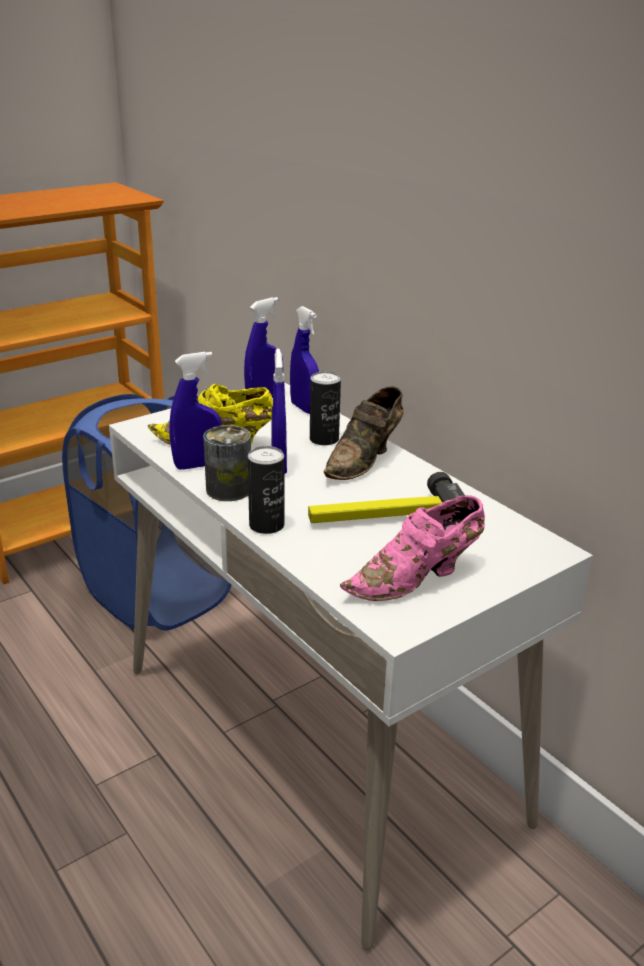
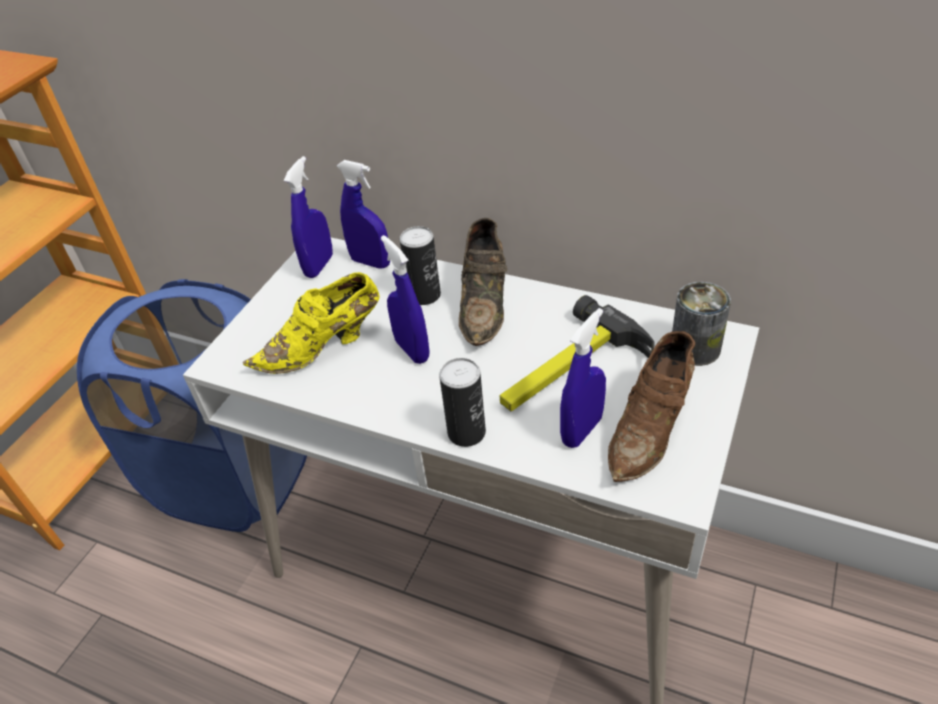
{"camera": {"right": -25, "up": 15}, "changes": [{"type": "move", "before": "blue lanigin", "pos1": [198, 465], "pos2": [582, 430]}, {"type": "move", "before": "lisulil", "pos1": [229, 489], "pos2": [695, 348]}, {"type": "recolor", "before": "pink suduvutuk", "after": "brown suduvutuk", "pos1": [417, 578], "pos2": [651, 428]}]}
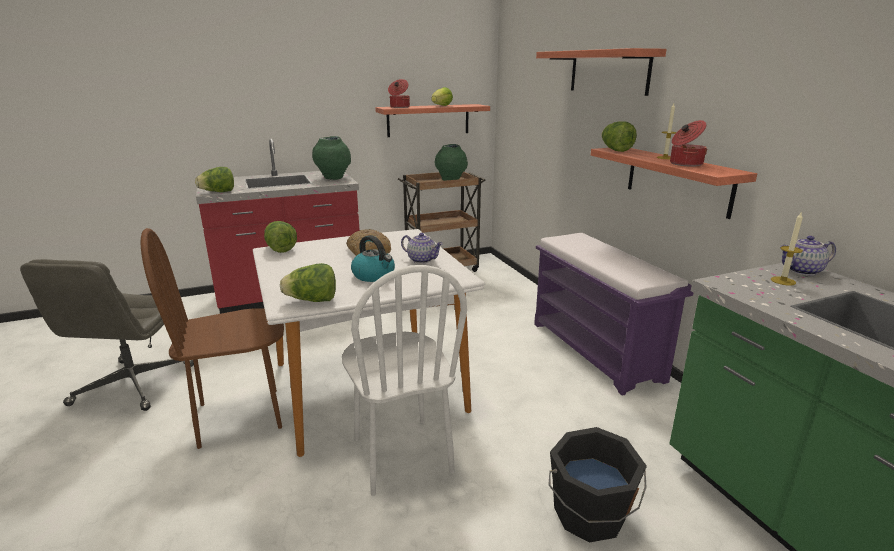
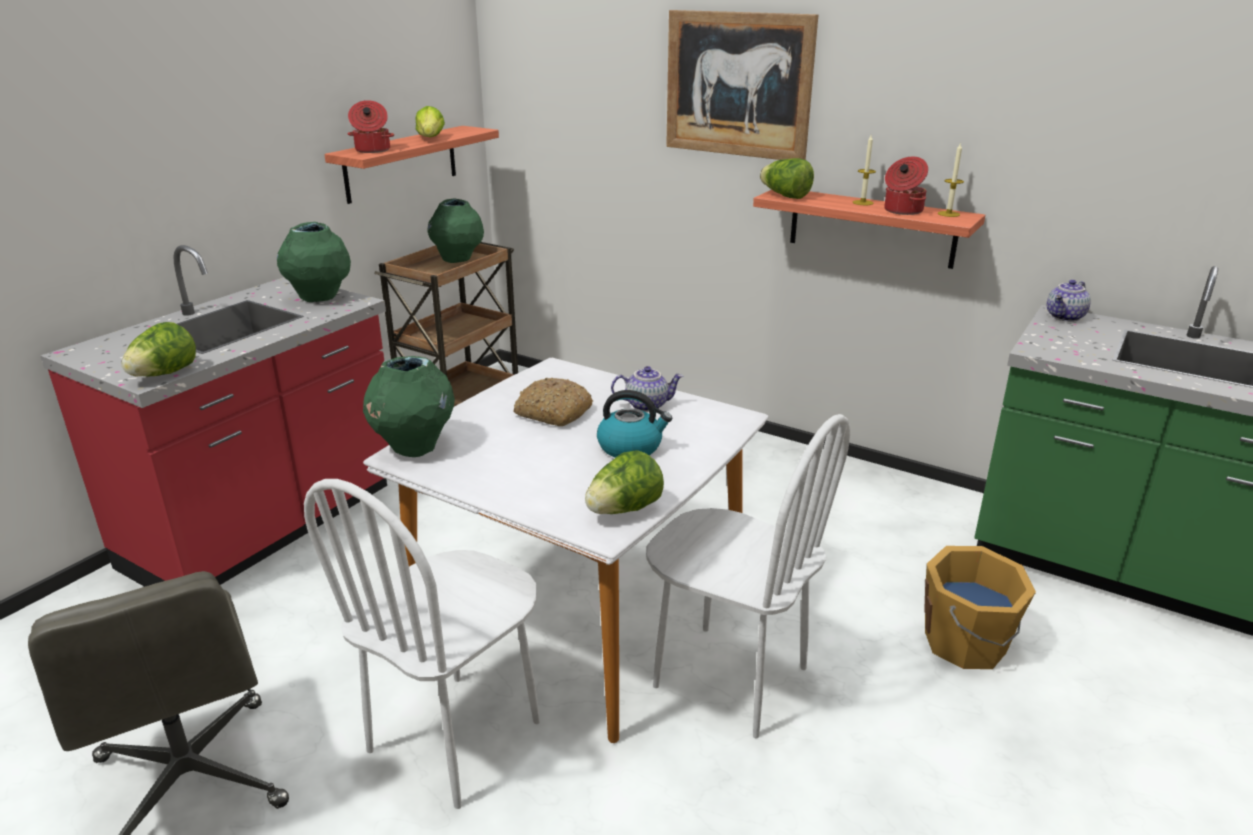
{"camera": {"right": -35, "up": 5}, "changes": [{"type": "recolor", "before": "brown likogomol", "after": "white likogomol", "pos1": [239, 416], "pos2": [456, 737]}, {"type": "replace", "before": "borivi", "after": "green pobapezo", "pos1": [280, 249], "pos2": [414, 448]}, {"type": "delete", "before": "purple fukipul", "pos1": [596, 351]}, {"type": "replace", "before": "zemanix", "after": "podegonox", "pos1": [608, 72], "pos2": [738, 85]}, {"type": "recolor", "before": "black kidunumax", "after": "orange kidunumax", "pos1": [590, 515], "pos2": [967, 644]}, {"type": "move", "before": "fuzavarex", "pos1": [783, 281], "pos2": [948, 214]}]}
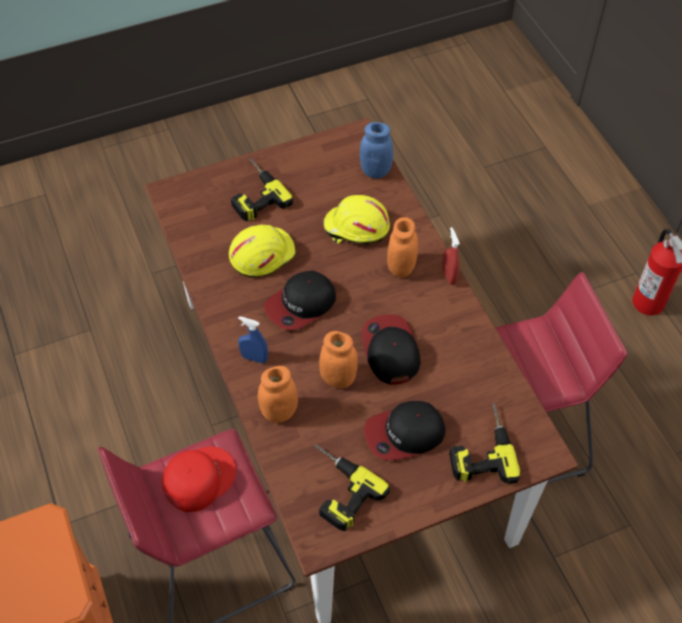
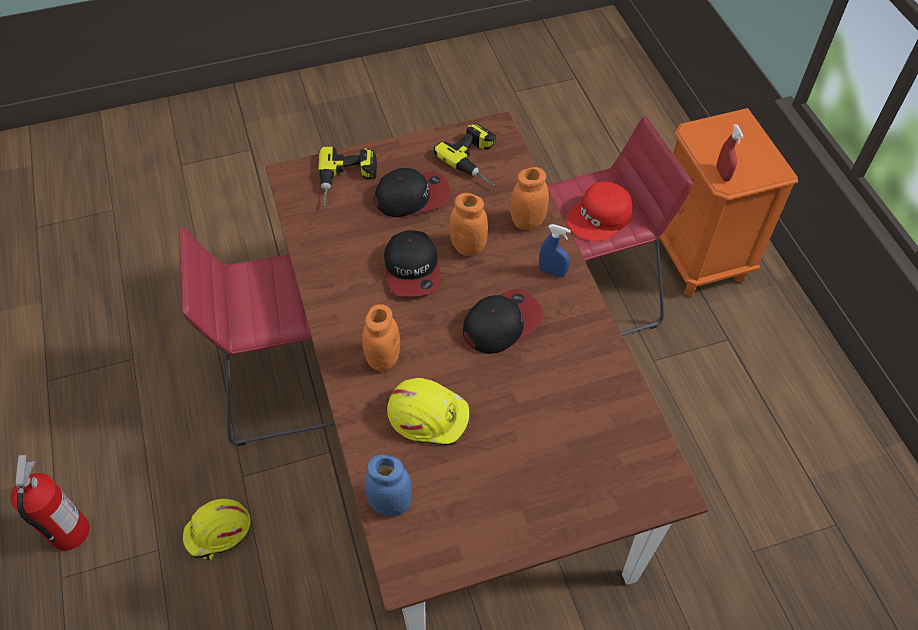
{"camera": {"right": -175, "up": 0}, "changes": [{"type": "move", "before": "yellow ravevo", "pos1": [262, 254], "pos2": [218, 532]}, {"type": "delete", "before": "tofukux", "pos1": [253, 193]}, {"type": "move", "before": "red lanigin", "pos1": [449, 276], "pos2": [723, 174]}]}
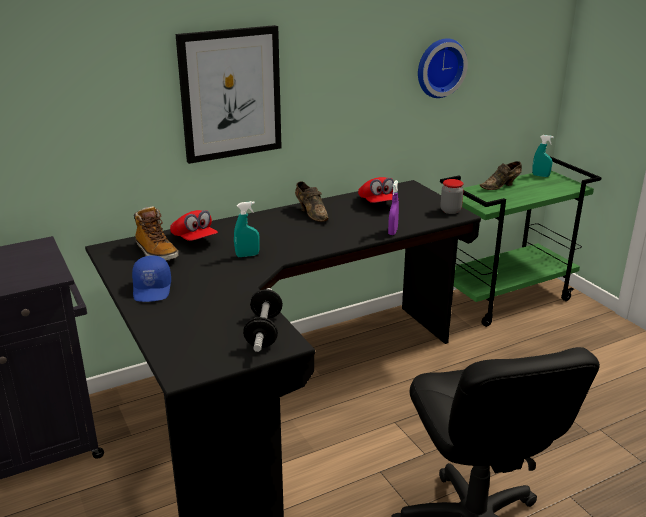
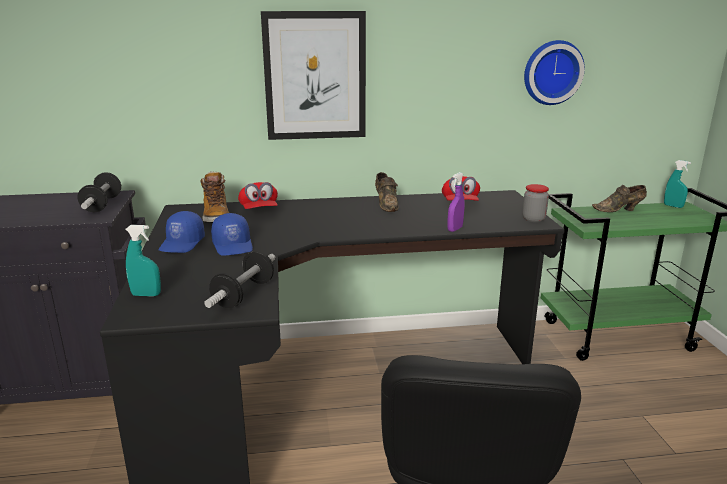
{"camera": {"right": 20, "up": -5}, "changes": [{"type": "move", "before": "turquoise lanigin", "pos1": [247, 255], "pos2": [146, 295]}, {"type": "insert", "after": "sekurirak", "pos2": [102, 204]}, {"type": "insert", "after": "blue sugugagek", "pos2": [233, 246]}]}
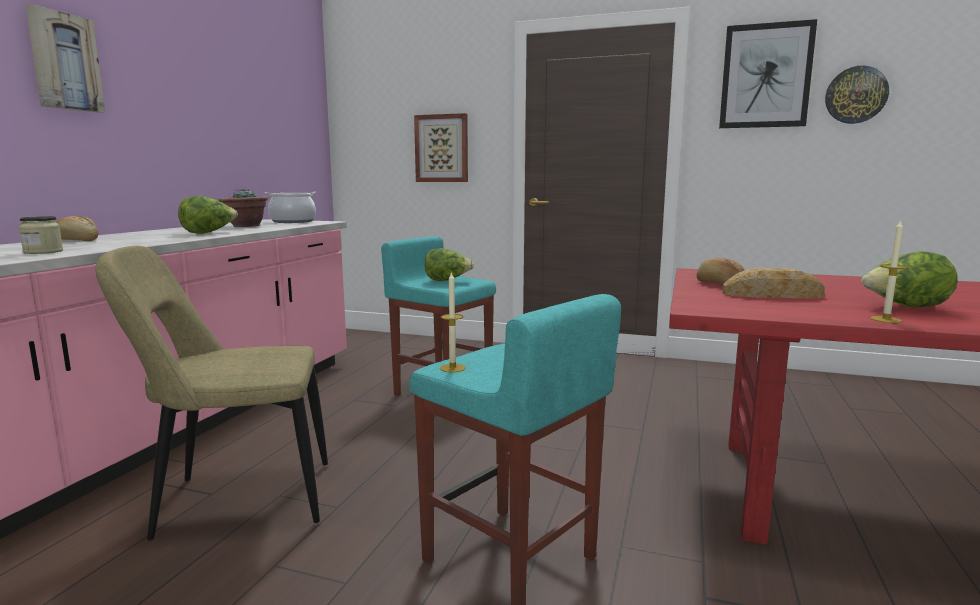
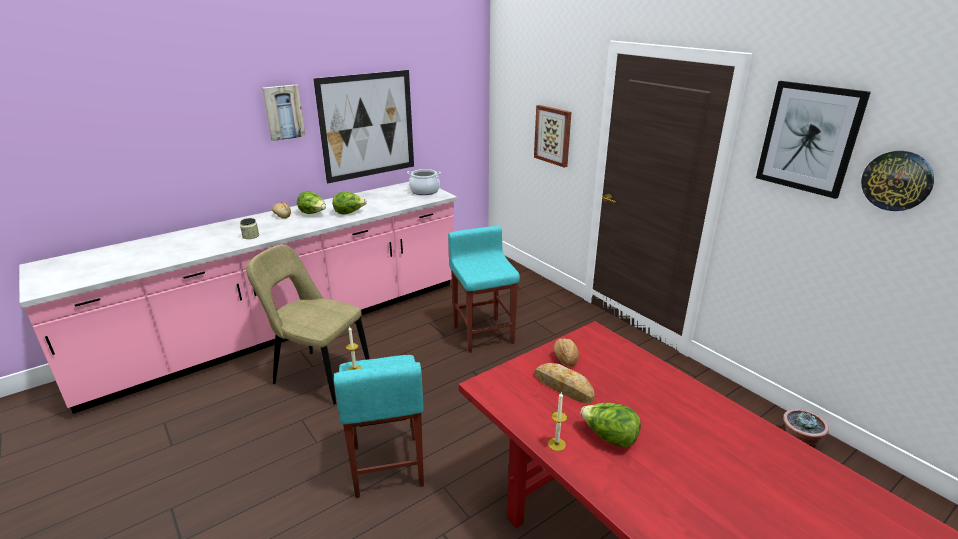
{"camera": {"right": 35, "up": 15}, "changes": [{"type": "move", "before": "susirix", "pos1": [245, 226], "pos2": [799, 441]}, {"type": "move", "before": "borivi", "pos1": [447, 281], "pos2": [313, 213]}, {"type": "insert", "after": "podegonox", "pos2": [367, 126]}]}
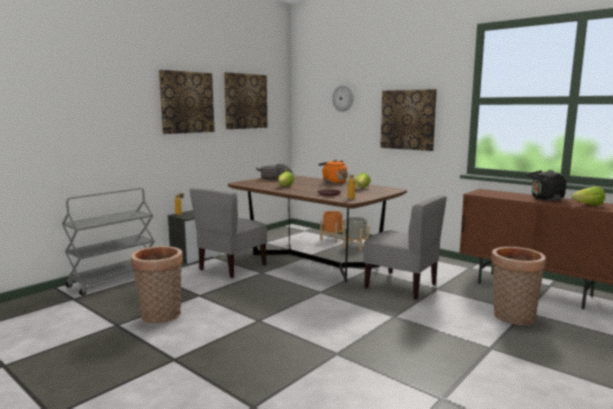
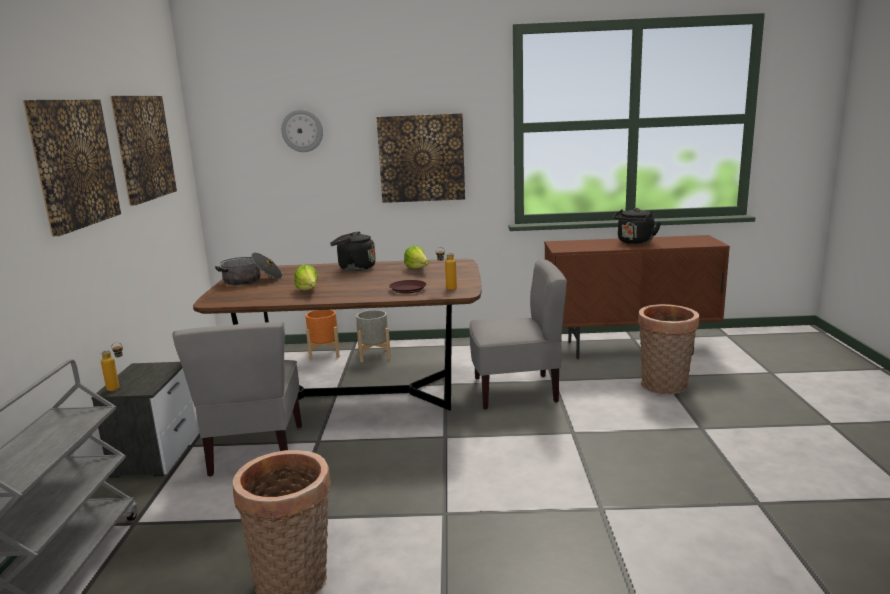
{"camera": {"right": -40, "up": 5}, "changes": [{"type": "recolor", "before": "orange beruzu", "after": "black beruzu", "pos1": [333, 182], "pos2": [354, 268]}, {"type": "delete", "before": "borivi", "pos1": [588, 205]}]}
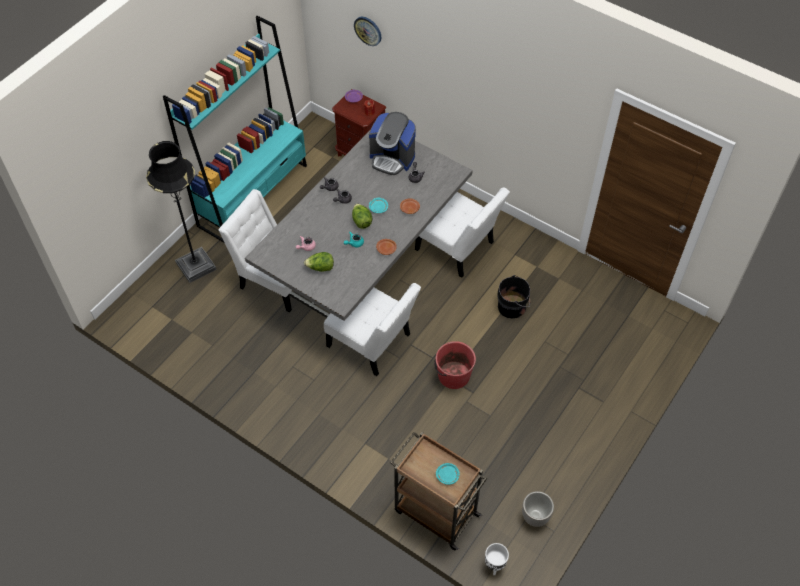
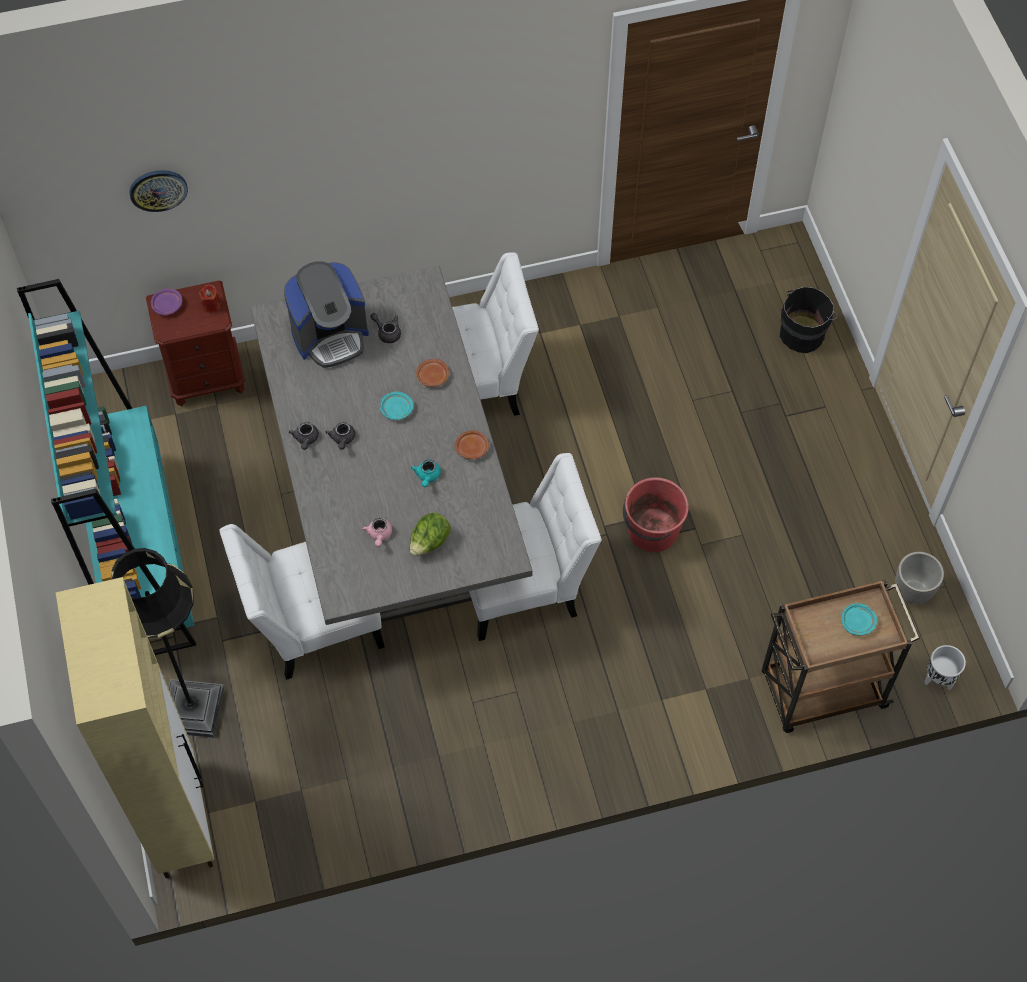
{"camera": {"right": -50, "up": 5}, "changes": [{"type": "delete", "before": "borivi", "pos1": [361, 221]}, {"type": "move", "before": "black kidunumax", "pos1": [513, 306], "pos2": [803, 333]}, {"type": "insert", "after": "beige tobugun", "pos2": [179, 817]}]}
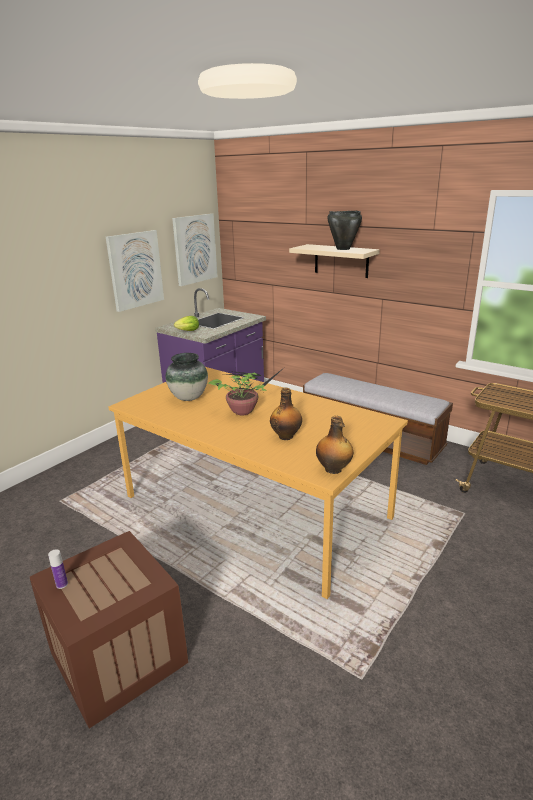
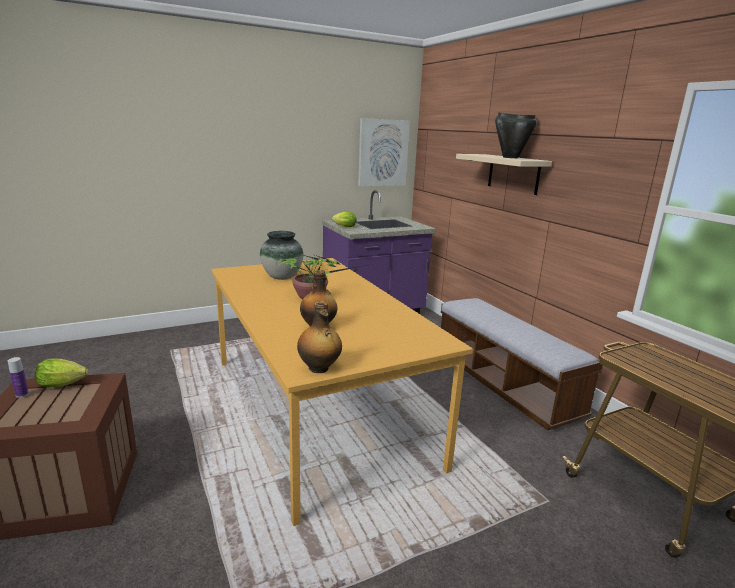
{"camera": {"right": 25, "up": -5}, "changes": [{"type": "delete", "before": "podegonox", "pos1": [135, 270]}, {"type": "insert", "after": "borivi", "pos2": [65, 384]}]}
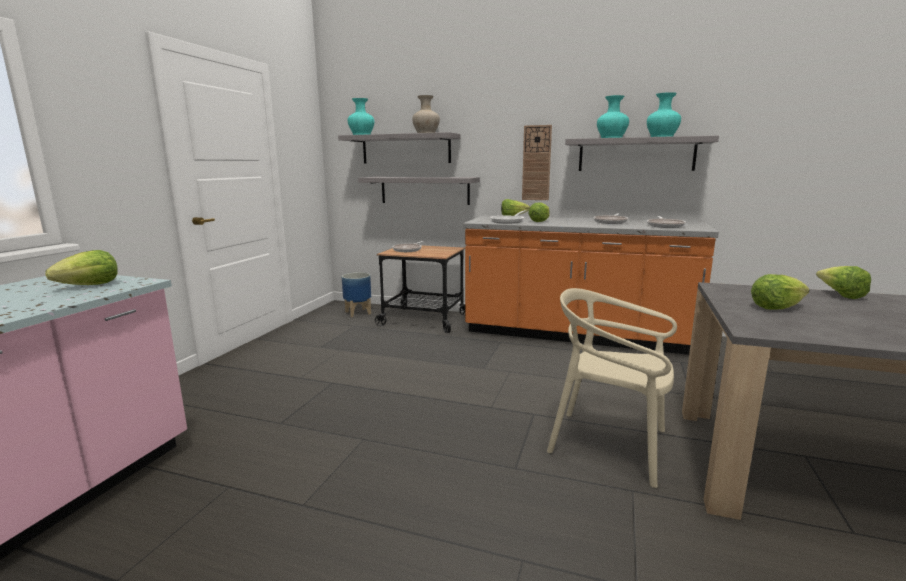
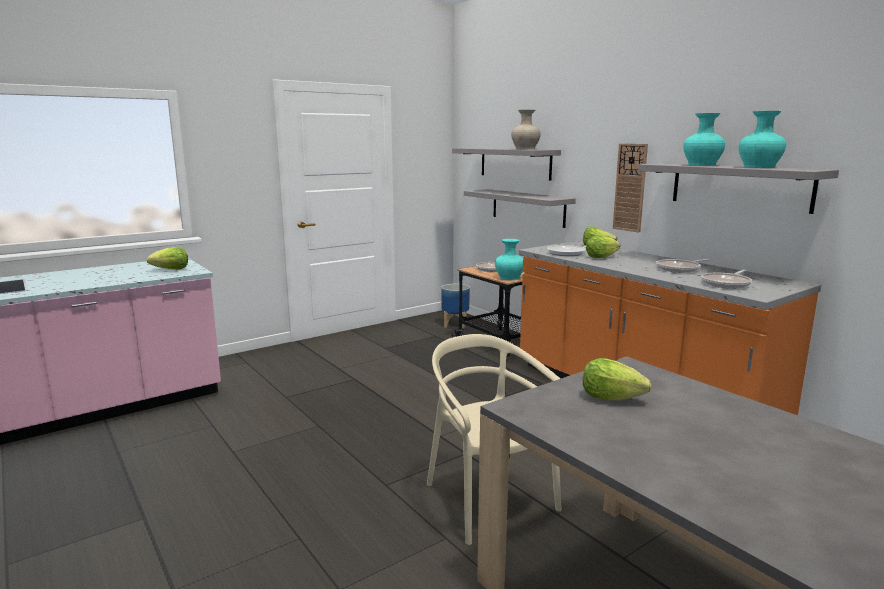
{"camera": {"right": 35, "up": 0}, "changes": [{"type": "move", "before": "turquoise pobapezo", "pos1": [361, 135], "pos2": [509, 278]}, {"type": "delete", "before": "borivi", "pos1": [840, 295]}]}
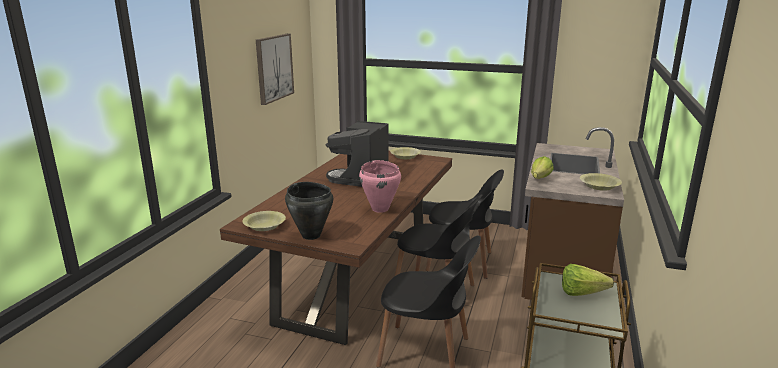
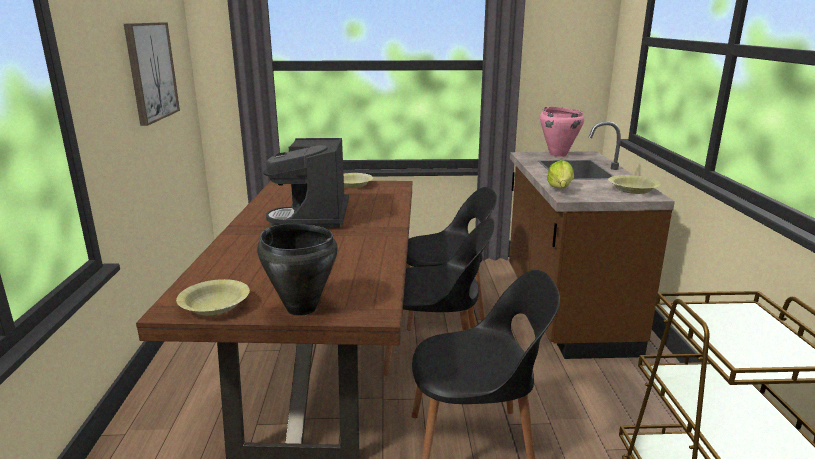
{"camera": {"right": -20, "up": 0}, "changes": [{"type": "move", "before": "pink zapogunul", "pos1": [380, 209], "pos2": [558, 154]}, {"type": "delete", "before": "borivi", "pos1": [586, 294]}]}
